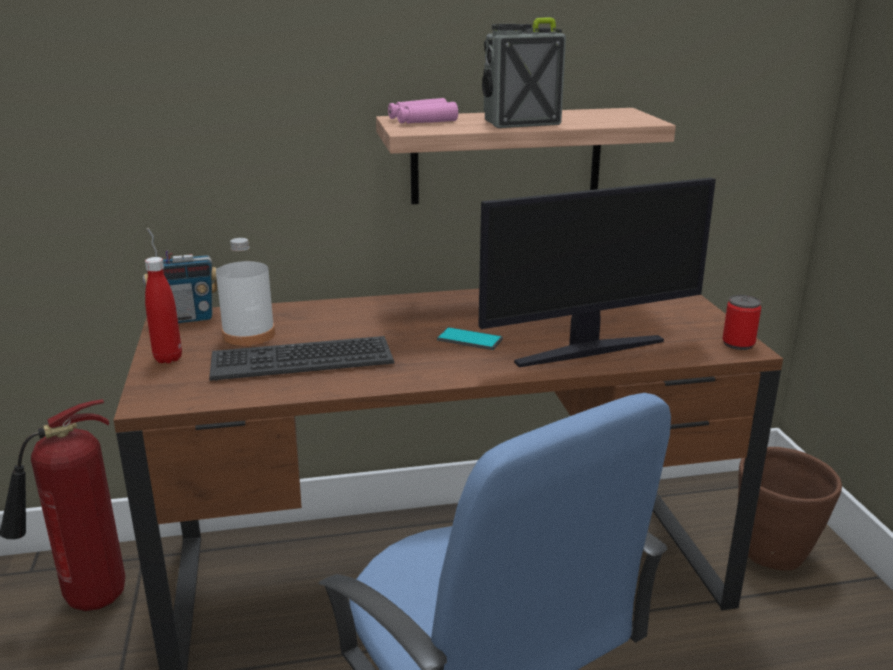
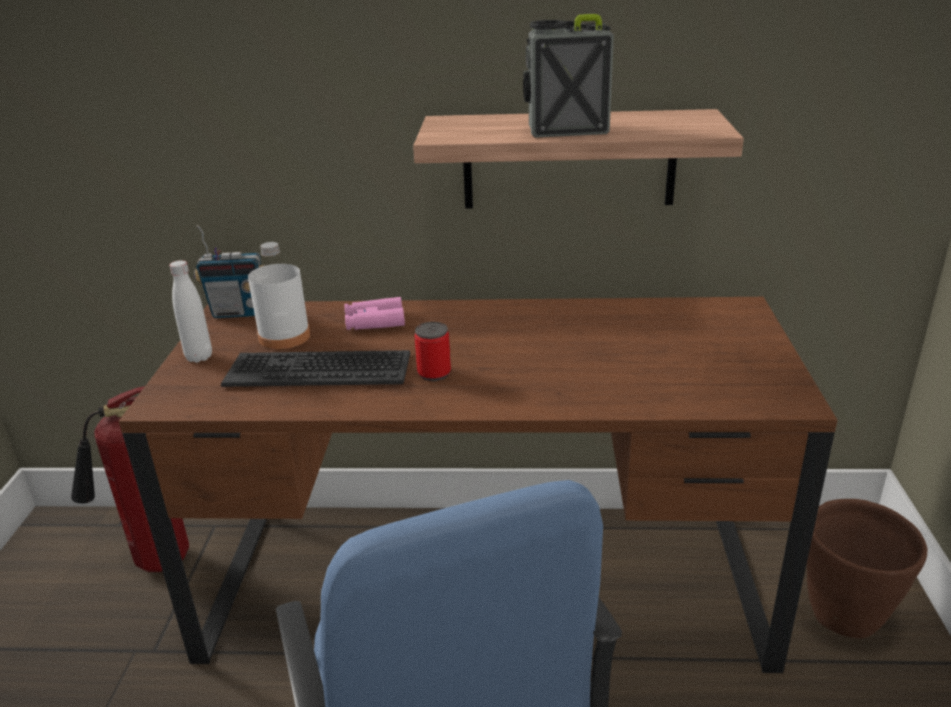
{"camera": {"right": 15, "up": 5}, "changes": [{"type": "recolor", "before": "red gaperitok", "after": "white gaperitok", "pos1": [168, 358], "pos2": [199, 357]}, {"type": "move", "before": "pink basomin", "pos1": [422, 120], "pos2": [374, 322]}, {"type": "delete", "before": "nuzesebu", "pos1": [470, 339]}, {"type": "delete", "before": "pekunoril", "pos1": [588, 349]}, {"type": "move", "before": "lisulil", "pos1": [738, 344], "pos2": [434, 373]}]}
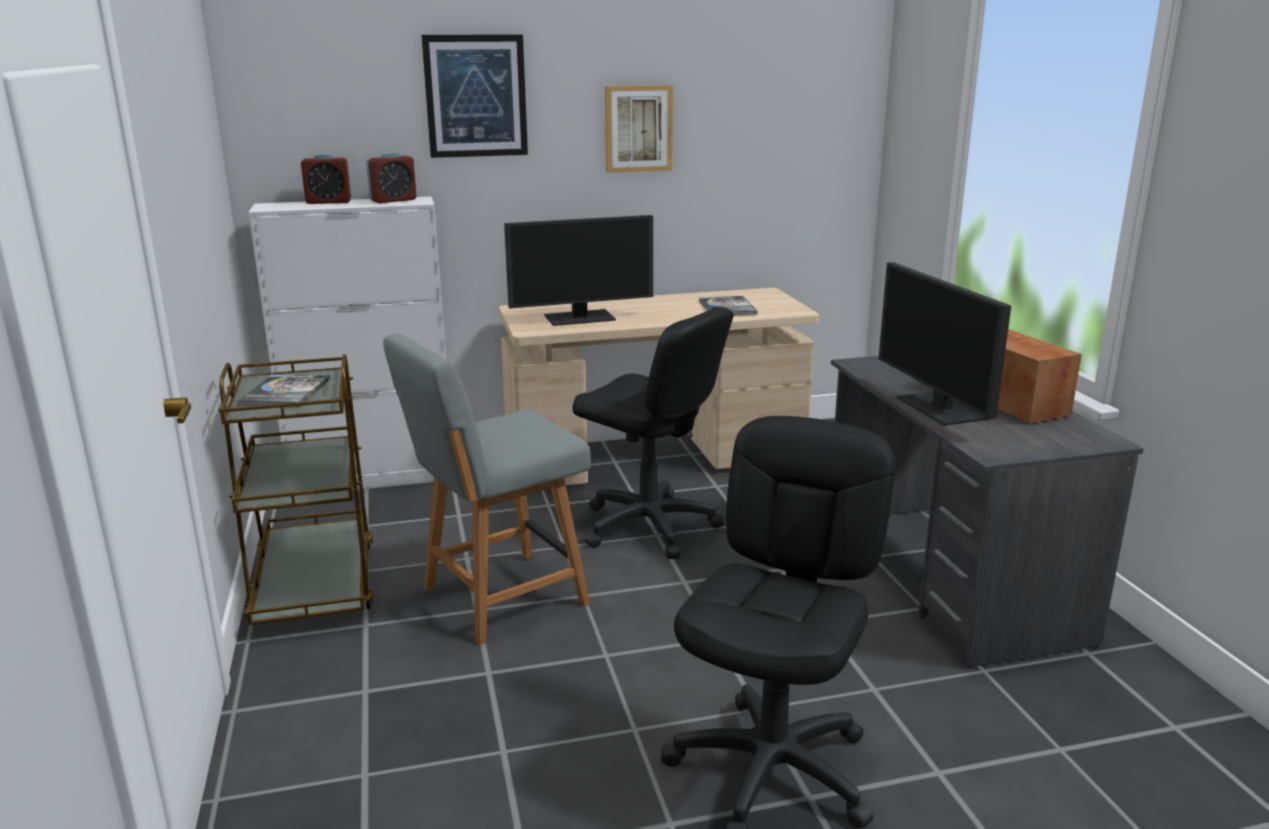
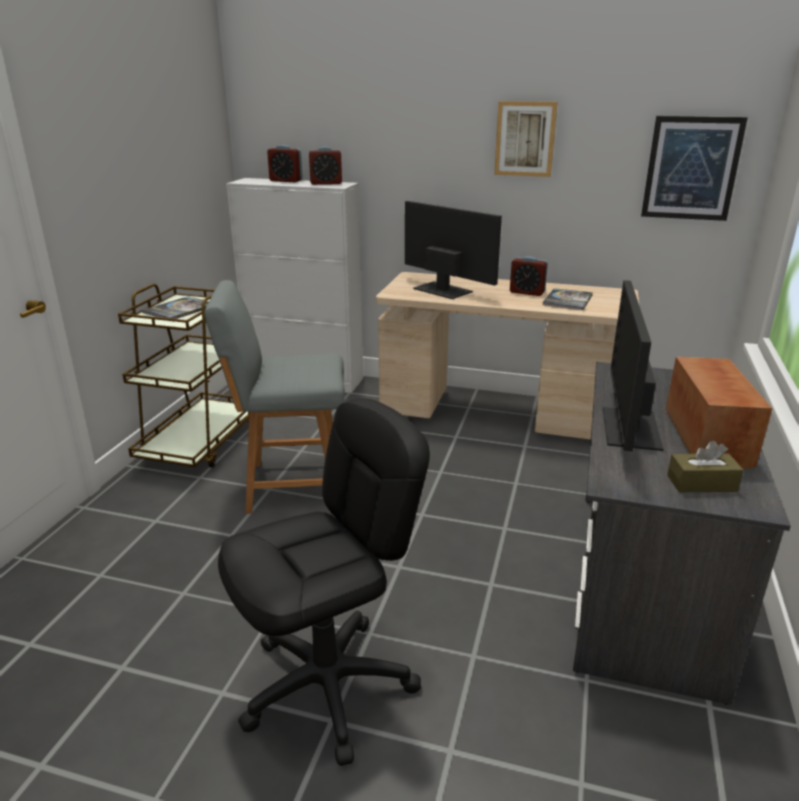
{"camera": {"right": 30, "up": 5}, "changes": [{"type": "move", "before": "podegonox", "pos1": [475, 96], "pos2": [691, 168]}, {"type": "rotate", "before": "pekunoril", "pos1": [580, 318], "pos2": [442, 290], "turn": -150}, {"type": "delete", "before": "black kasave", "pos1": [649, 526]}, {"type": "insert", "after": "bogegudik", "pos2": [527, 292]}, {"type": "insert", "after": "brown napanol", "pos2": [701, 483]}]}
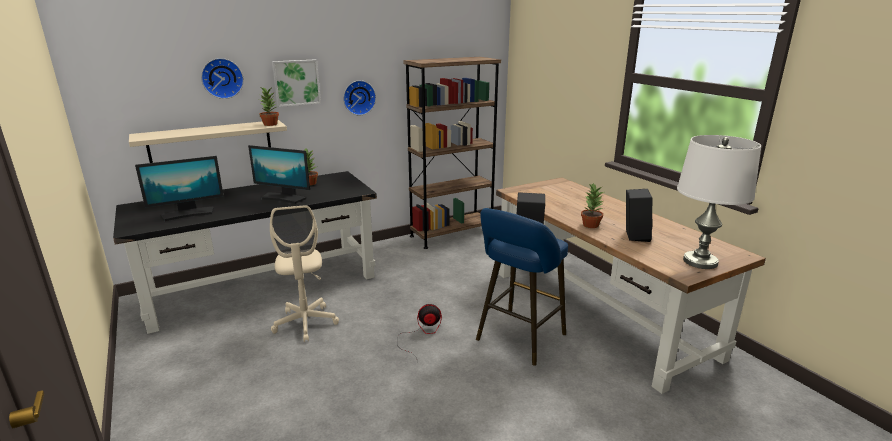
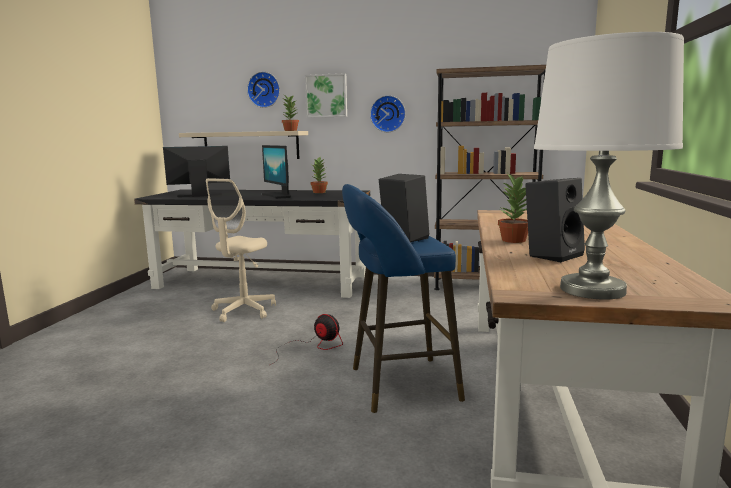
{"camera": {"right": 40, "up": -10}, "changes": [{"type": "rotate", "before": "pekunoril", "pos1": [188, 214], "pos2": [199, 195], "turn": 150}]}
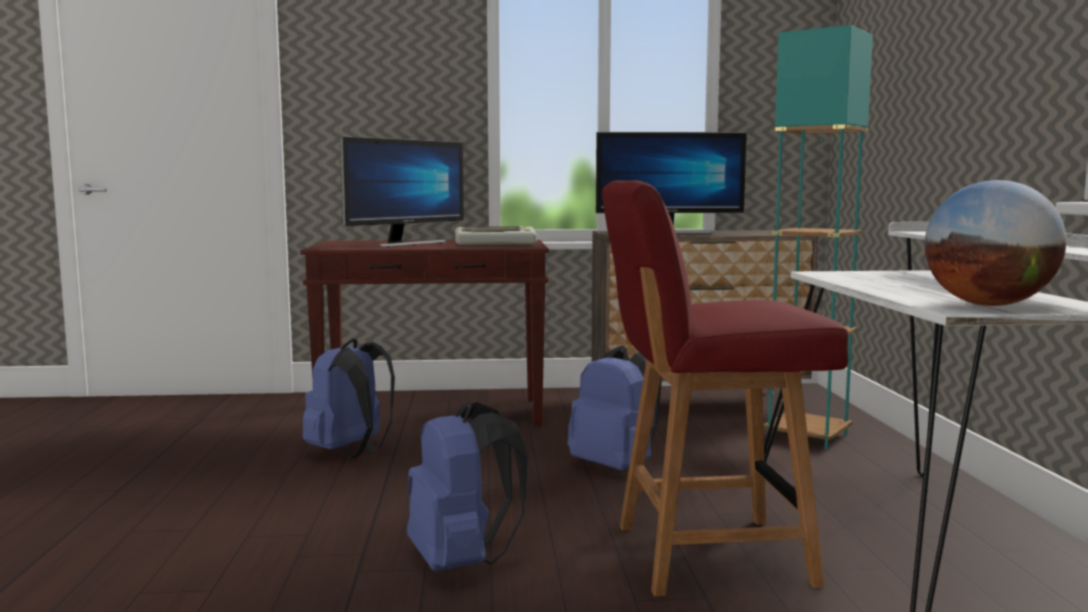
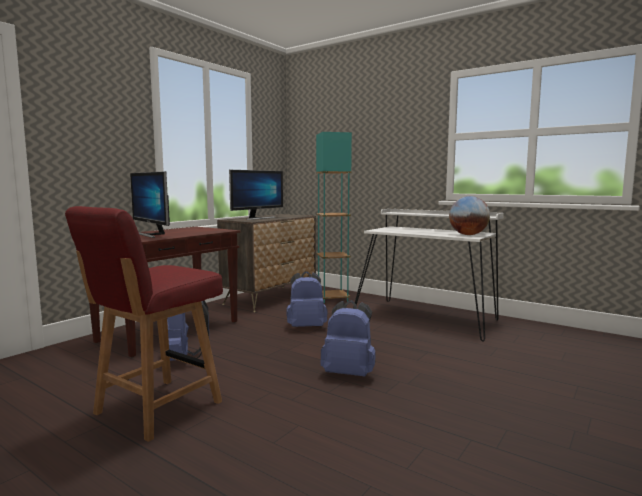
{"camera": {"right": -50, "up": 0}, "changes": [{"type": "rotate", "before": "pekunoril", "pos1": [405, 244], "pos2": [152, 234], "turn": 150}, {"type": "delete", "before": "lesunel", "pos1": [496, 243]}, {"type": "move", "before": "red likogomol", "pos1": [707, 555], "pos2": [156, 409]}]}
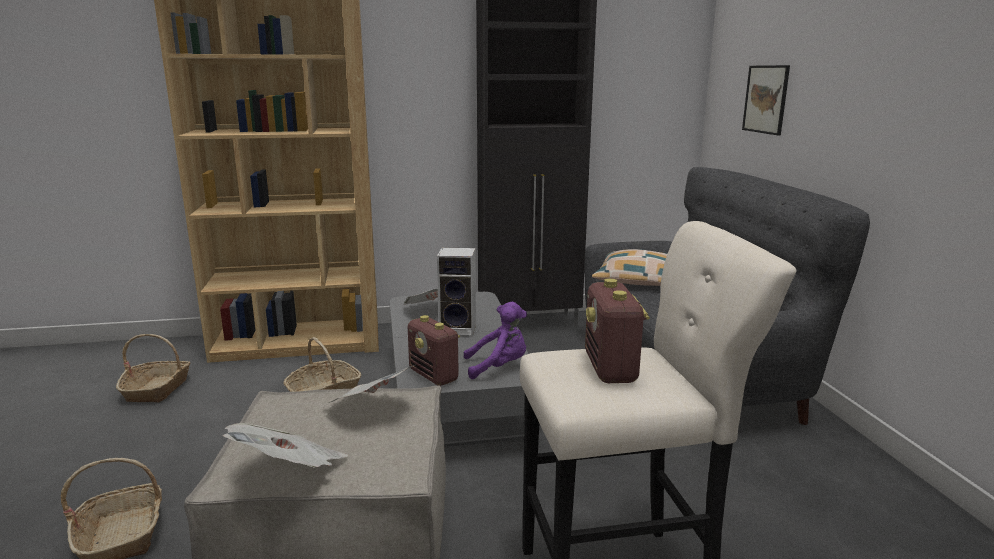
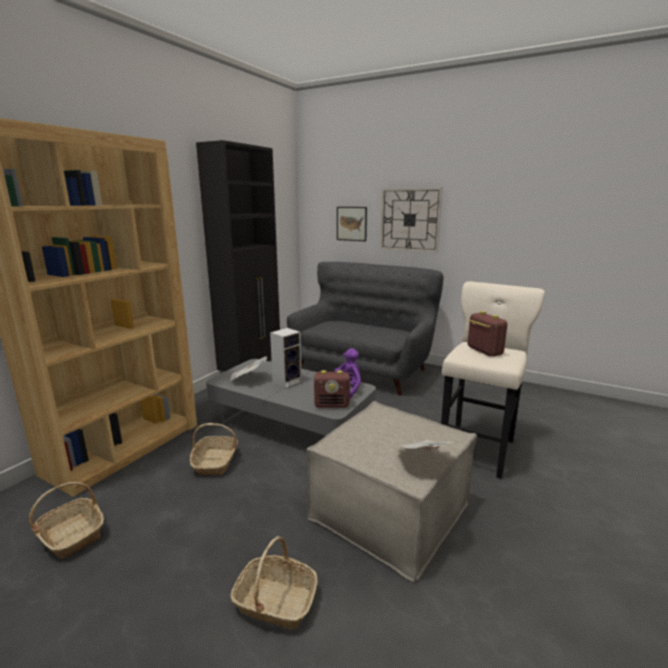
{"camera": {"right": -50, "up": 0}, "changes": [{"type": "delete", "before": "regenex", "pos1": [370, 407]}, {"type": "rotate", "before": "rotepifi", "pos1": [611, 369], "pos2": [484, 351], "turn": -150}, {"type": "delete", "before": "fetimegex", "pos1": [640, 280]}, {"type": "insert", "after": "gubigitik", "pos2": [410, 220]}]}
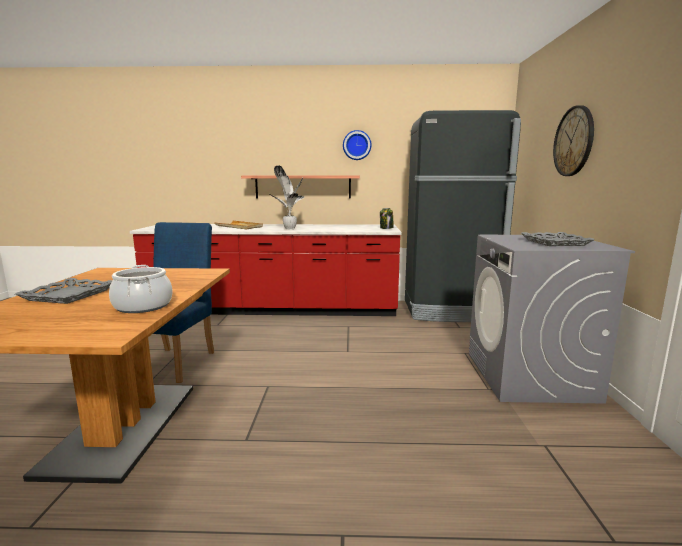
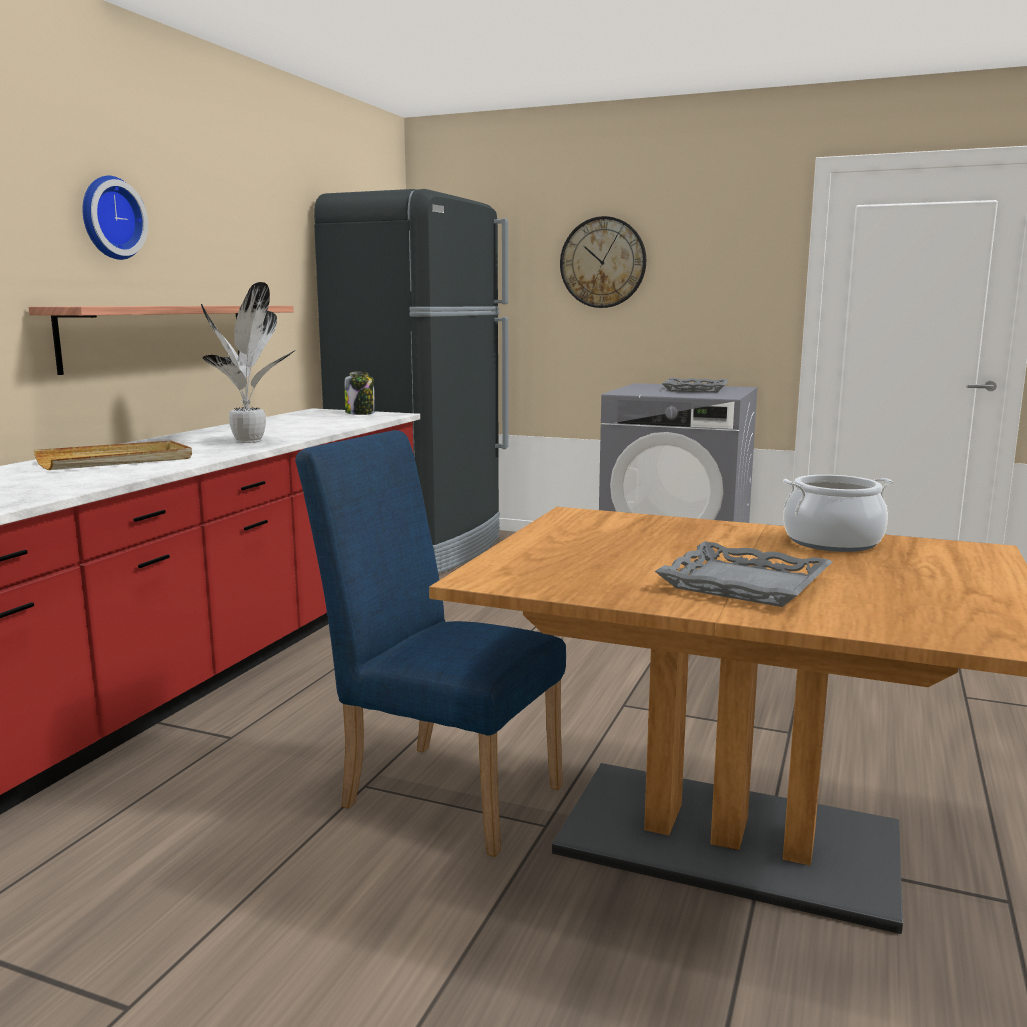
{"camera": {"right": -70, "up": 0}, "changes": [{"type": "move", "before": "gubigitik", "pos1": [357, 145], "pos2": [109, 218]}]}
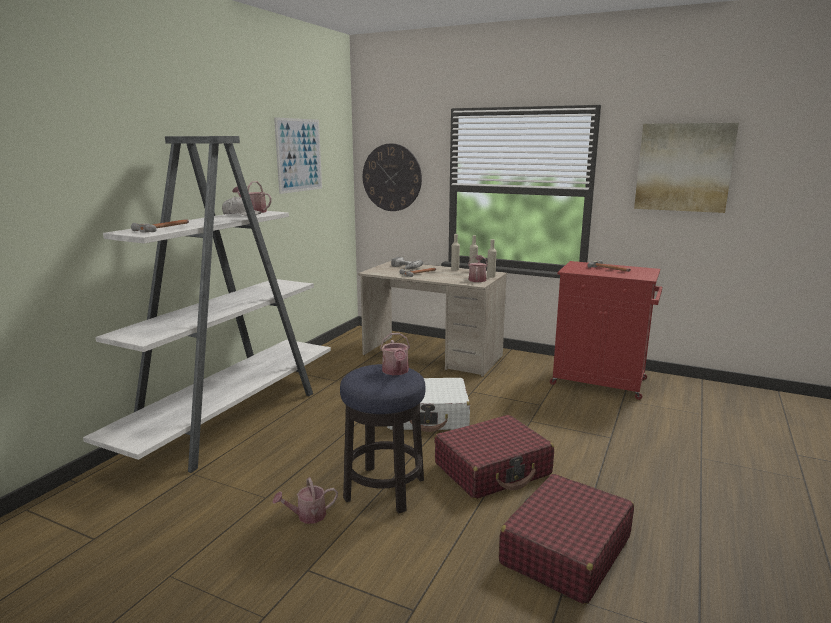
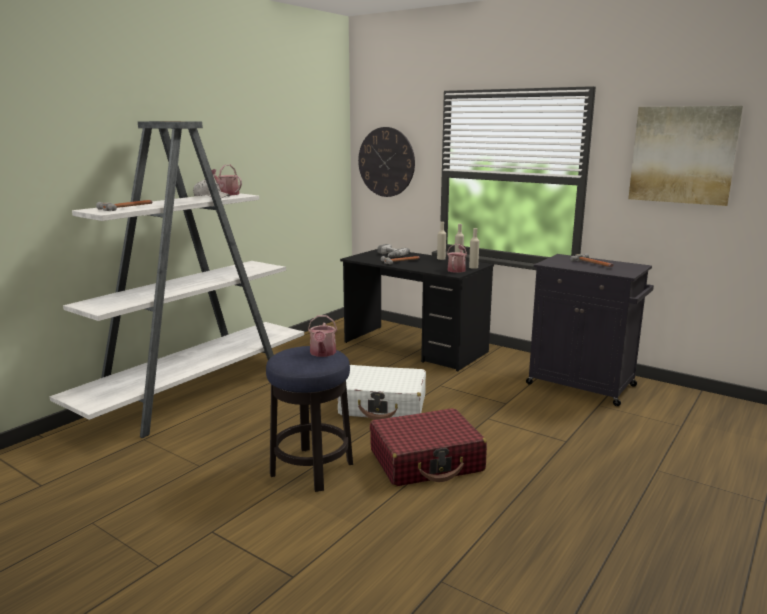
{"camera": {"right": 10, "up": 0}, "changes": [{"type": "delete", "before": "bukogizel", "pos1": [307, 516]}, {"type": "delete", "before": "podegonox", "pos1": [299, 155]}, {"type": "recolor", "before": "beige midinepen", "after": "black midinepen", "pos1": [432, 355], "pos2": [415, 347]}, {"type": "delete", "before": "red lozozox", "pos1": [565, 550]}, {"type": "recolor", "before": "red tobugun", "after": "black tobugun", "pos1": [600, 382], "pos2": [583, 385]}]}
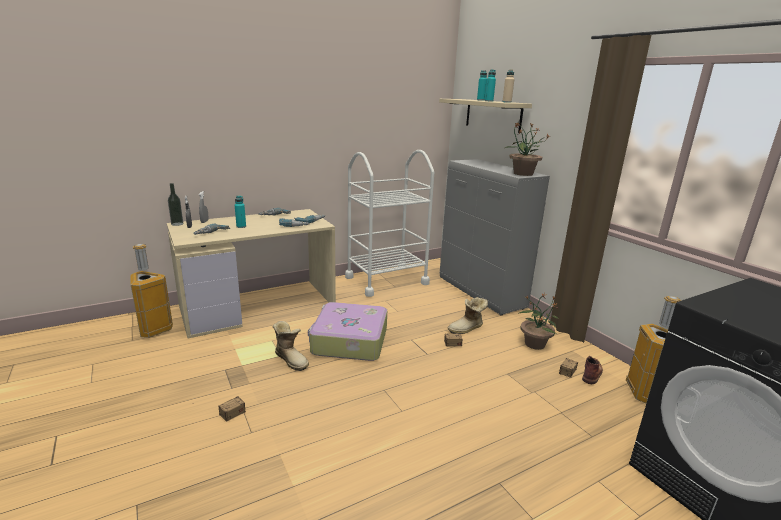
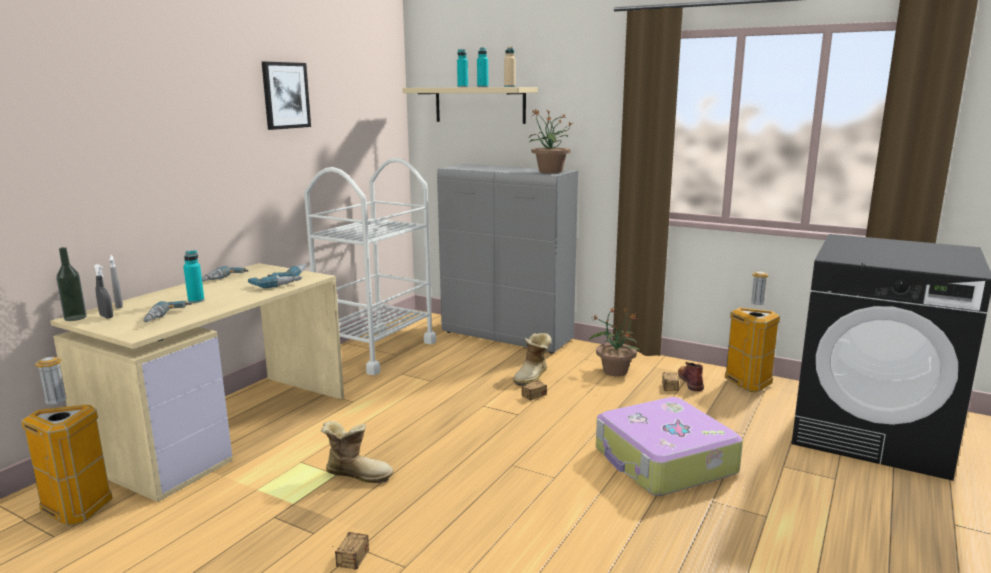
{"camera": {"right": -30, "up": -5}, "changes": [{"type": "move", "before": "lozozox", "pos1": [349, 341], "pos2": [664, 462]}, {"type": "insert", "after": "podegonox", "pos2": [285, 95]}]}
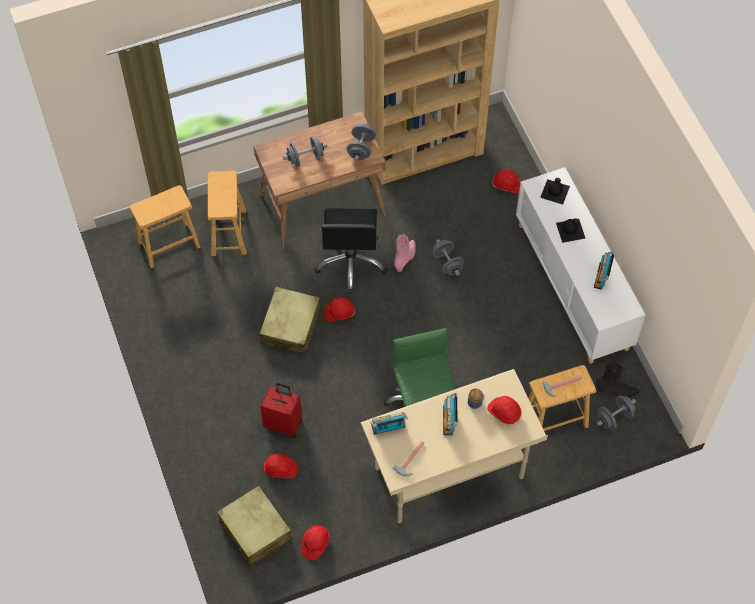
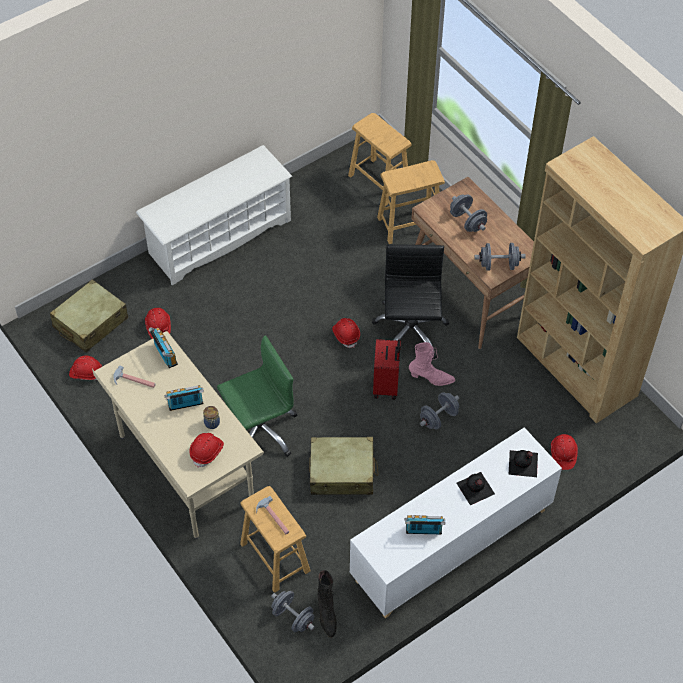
{"camera": {"right": 75, "up": -5}, "changes": [{"type": "move", "before": "beige lozozox", "pos1": [291, 326], "pos2": [342, 472]}, {"type": "move", "before": "red lozozox", "pos1": [284, 423], "pos2": [386, 385]}, {"type": "rotate", "before": "black kasave", "pos1": [351, 262], "pos2": [410, 332], "turn": 105}, {"type": "insert", "after": "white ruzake", "pos2": [219, 237]}]}
